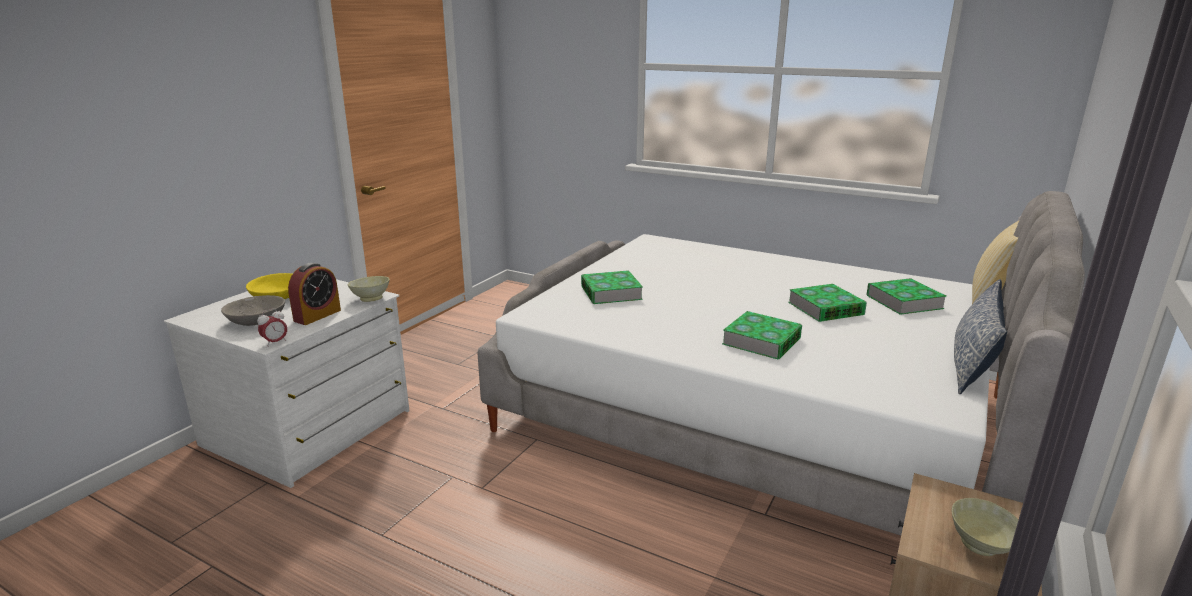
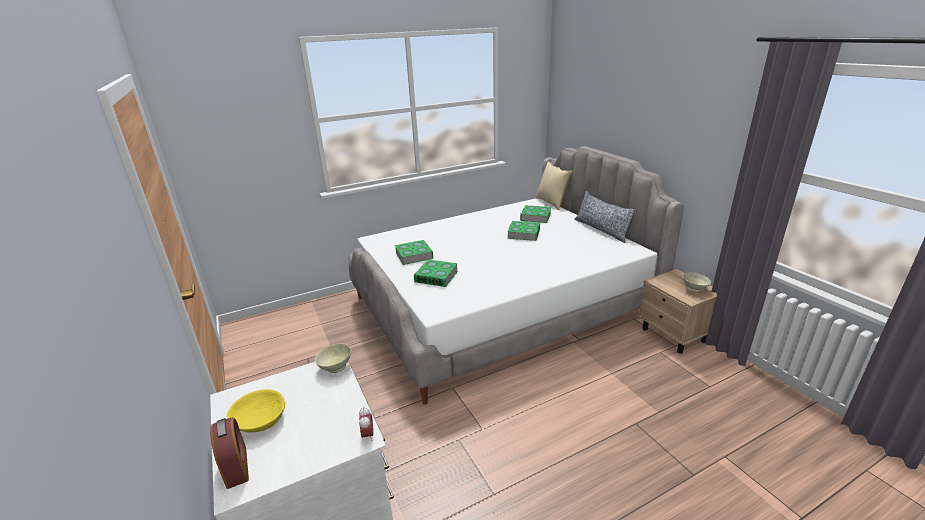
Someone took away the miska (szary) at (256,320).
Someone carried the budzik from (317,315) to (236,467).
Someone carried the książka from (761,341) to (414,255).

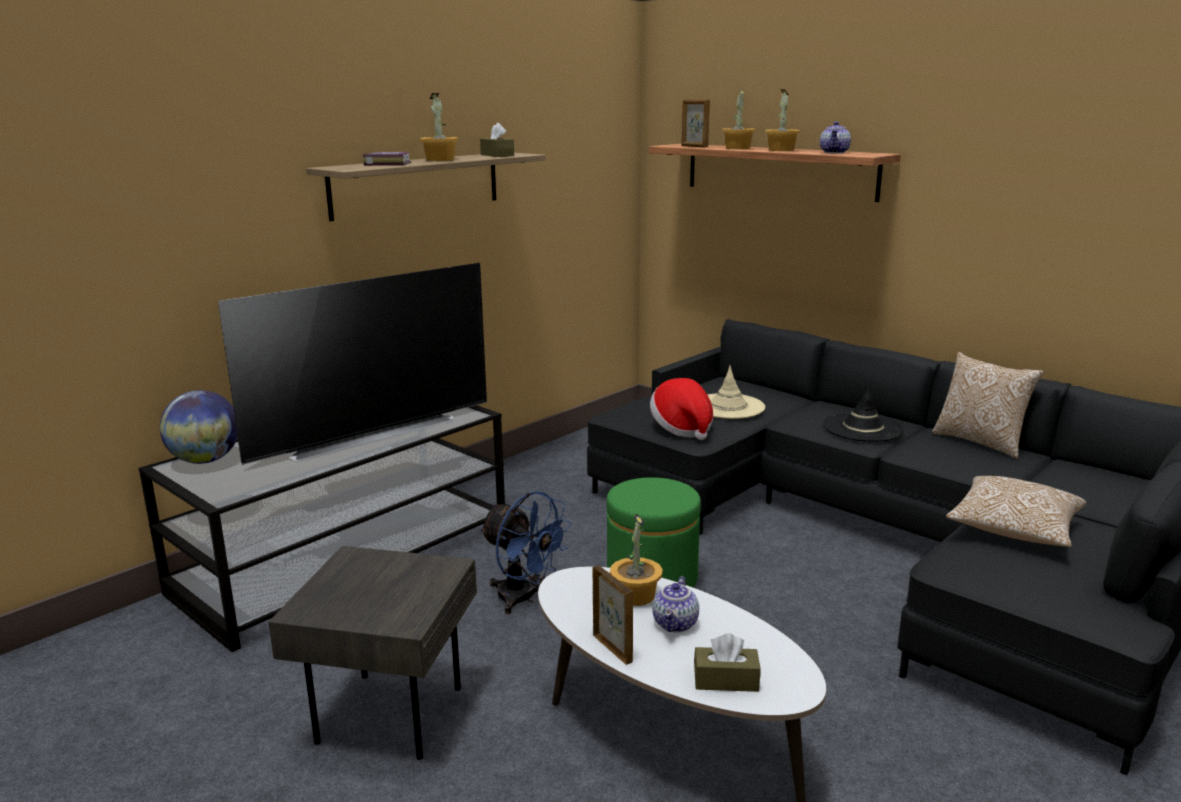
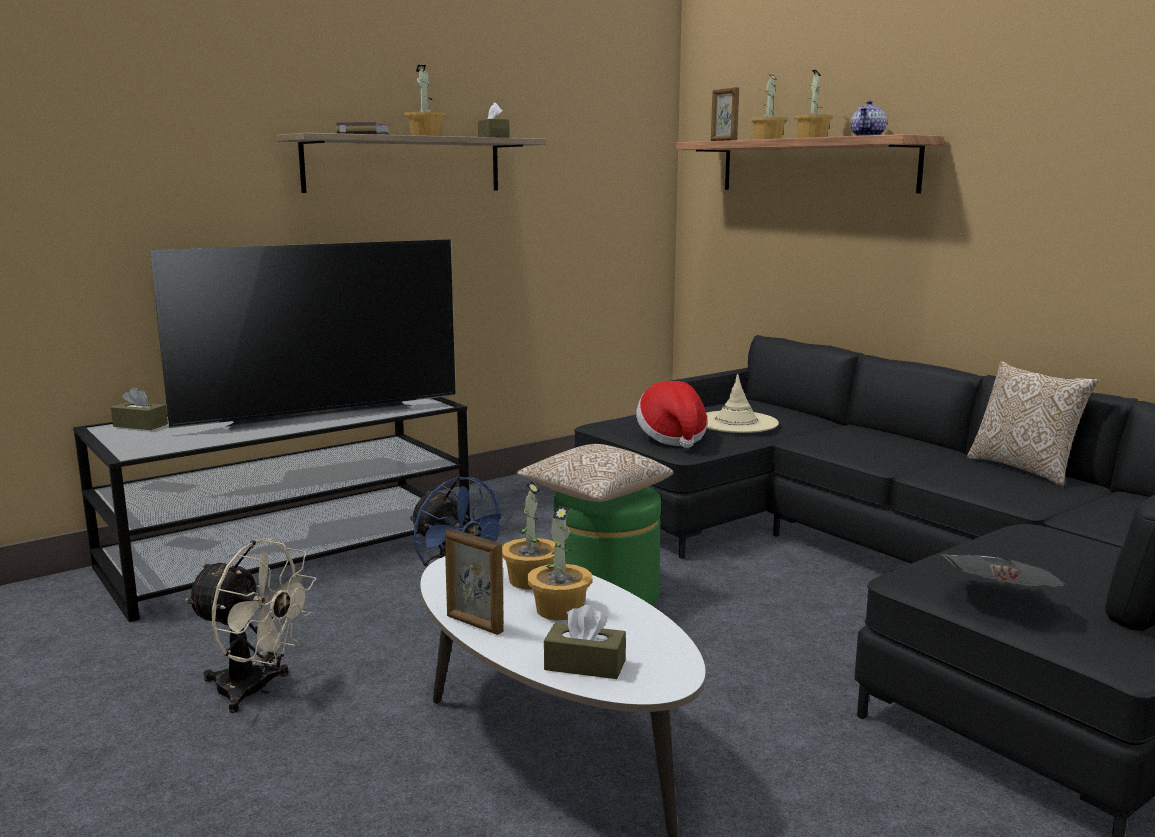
Someone took away the kapelusz (czarny) at (862,428).
Someone put down the gazeta at (1000,601).
Someone carried the poduszka from (1013,530) to (594,495).
Someone swapped the globus at (205,460) for the pudełko chusteczek (brązowy) at (140,425).
Someone swapped the stolik (szary) at (388,711) for the wentylator (beżowy) at (255,690).
Someone swapped the imbryk at (676,624) for the roślina doniczkowa at (560,609).
Someone rotated the ramka na zdjęcie at (613,648) by 150 degrees clockwise.

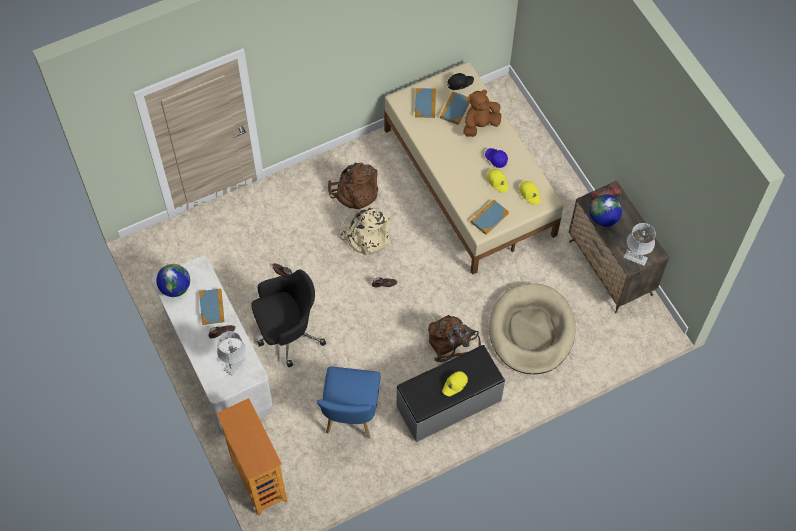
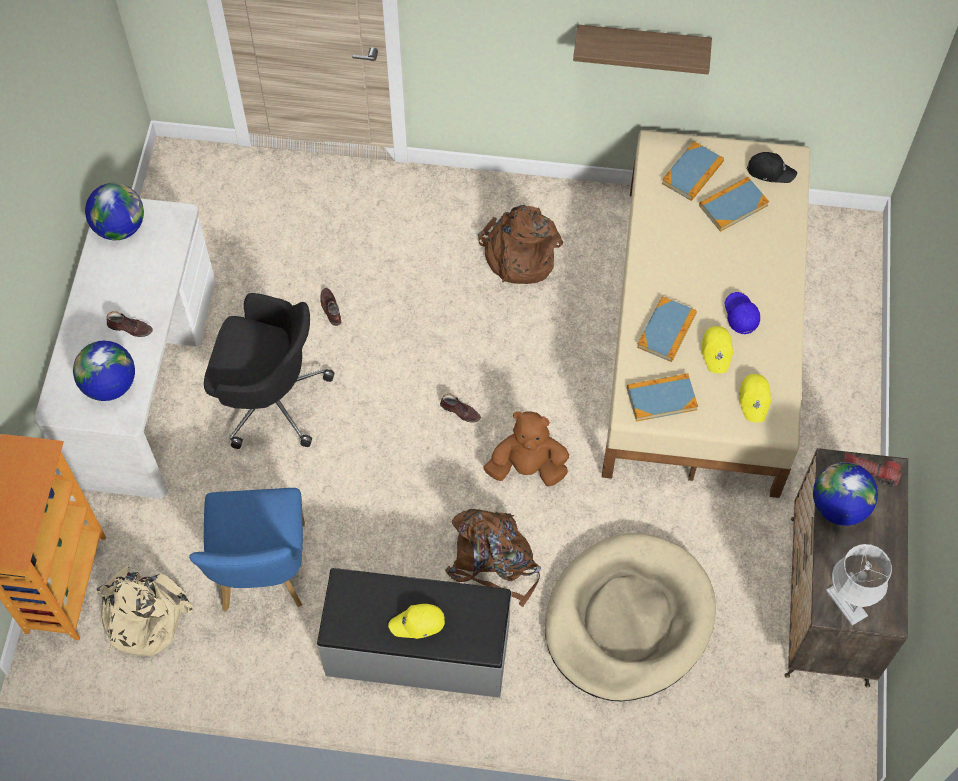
Someone put up the półka at (642,45).
Someone carried the książka from (212,307) to (666,331).
Someone carried the plecak (beżowy) from (366,237) to (142,616).
Someone carried the pluszak (brązowy) from (480,125) to (527,468).
Someone swapped the lampa stołowa (szary) at (234,364) for the globus at (110,385).
Someone rotated the krzesło (niebieski) at (350,416) by 45 degrees counterclockwise.

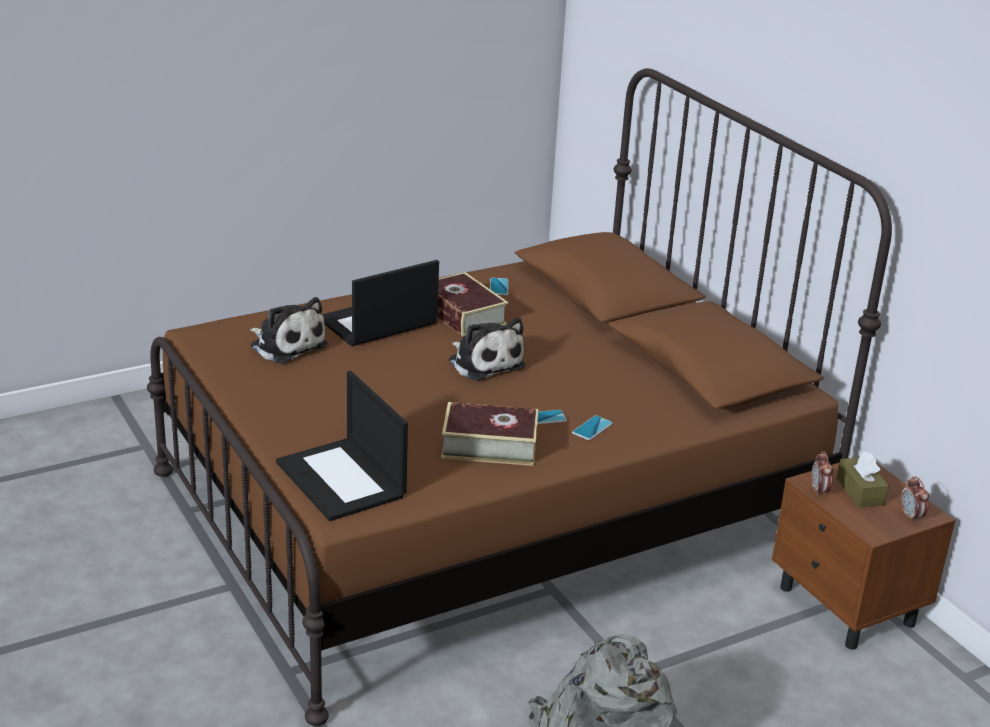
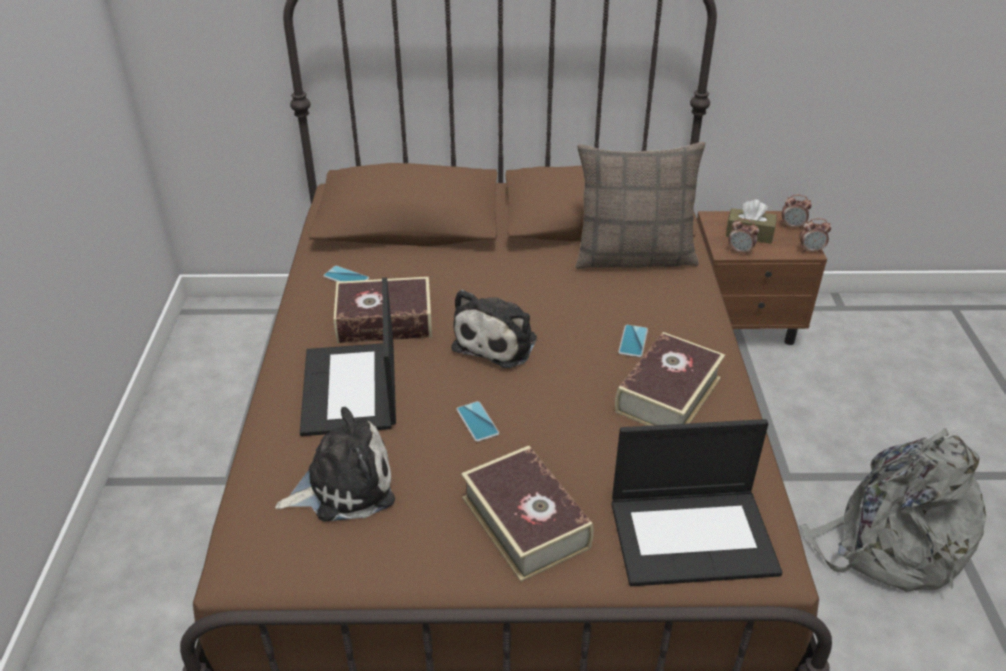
Someone put down the książka at (525,522).
Someone put down the poduszka at (634,256).
Someone put down the budzik at (811,250).
Someone carried the telefon from (592,428) to (477,422).
Someone rotated the pluszak at (484,362) by 120 degrees clockwise.

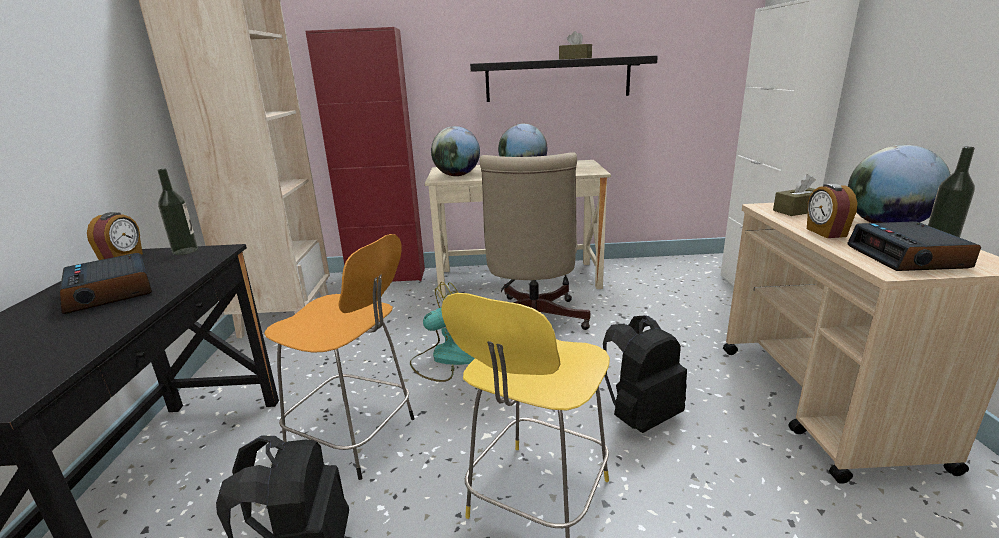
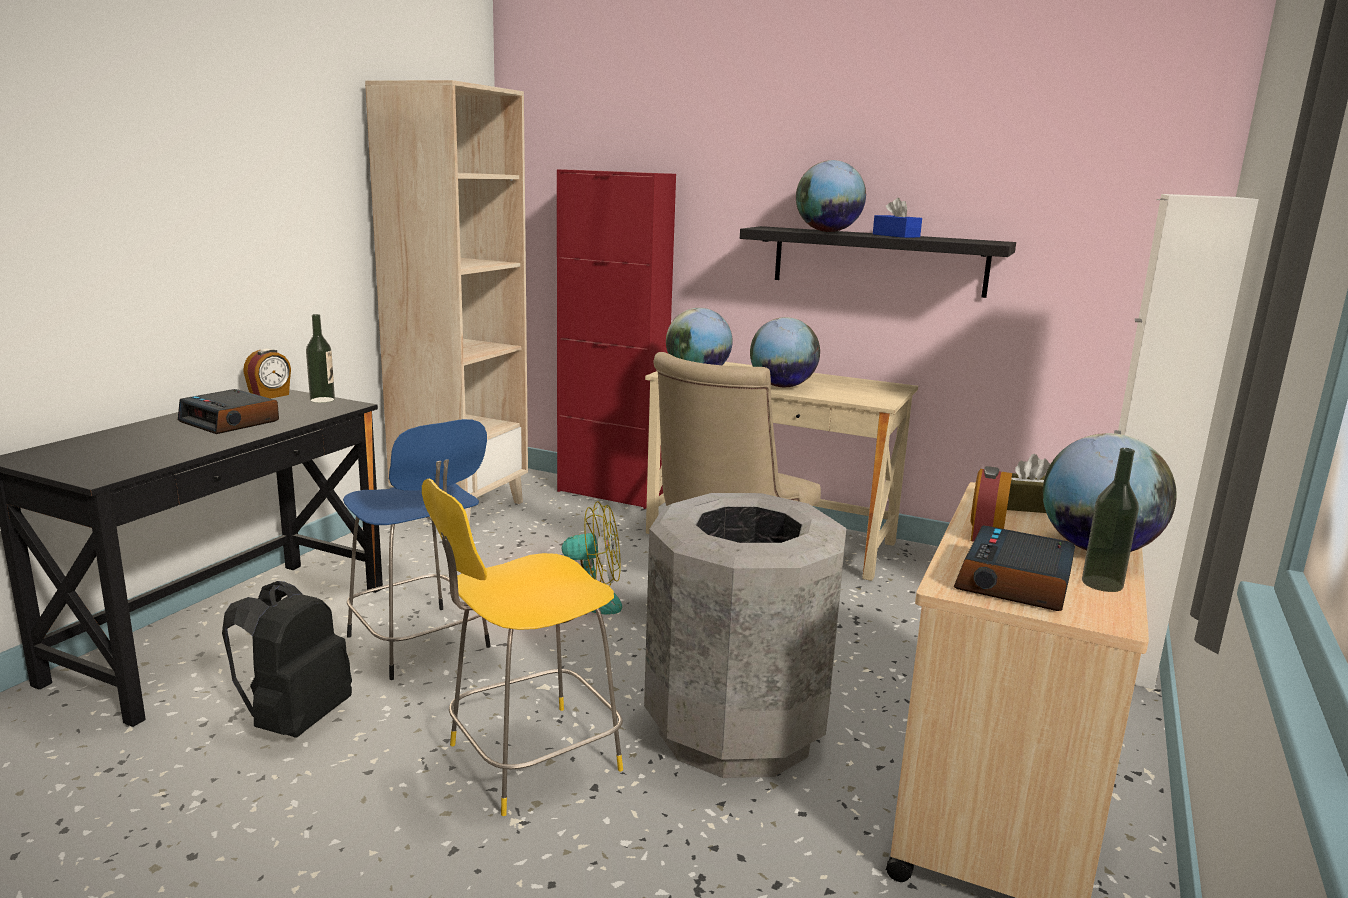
Someone put down the globus at (827,231).
Someone swapped the plecak (czarny) at (641,416) for the kosz na śmieci (szary) at (736,730).
Someone repainted the stołek (pomarańczowy) at (355,437), which became the stołek (niebieski) at (420,644).
Someone repainted the pudełko chusteczek (brązowy) at (575,58), which became the pudełko chusteczek (niebieski) at (896,235).
Someone rotated the budzik at (110,292) by 45 degrees counterclockwise.

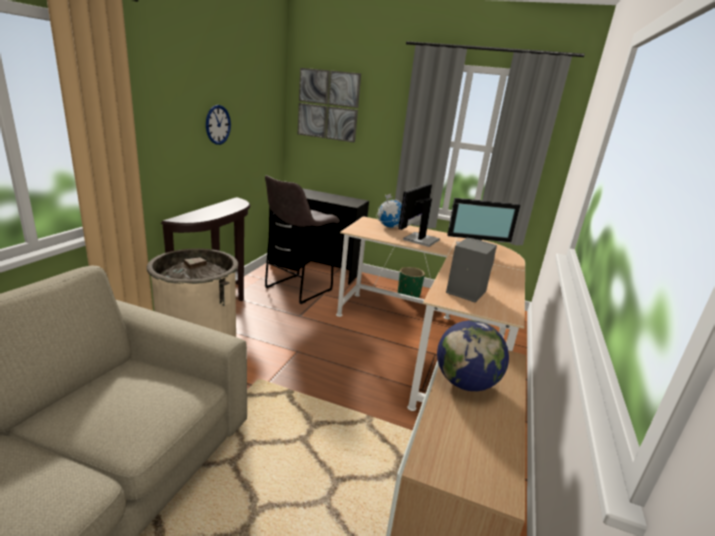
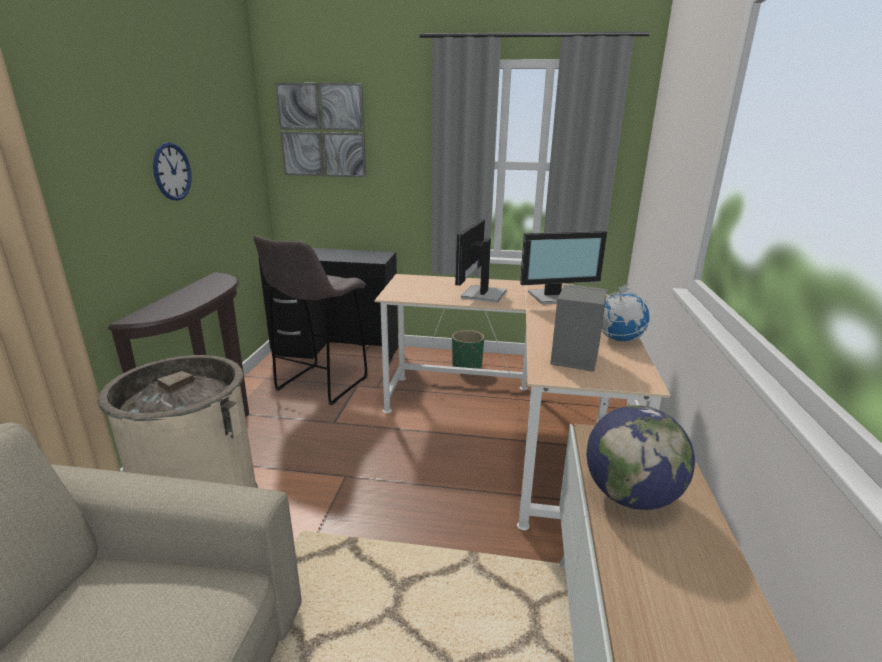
Someone carried the globus from (389,227) to (618,339).

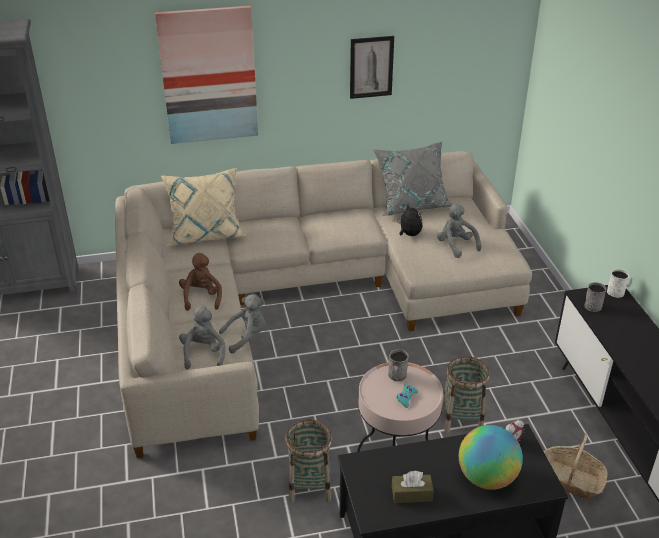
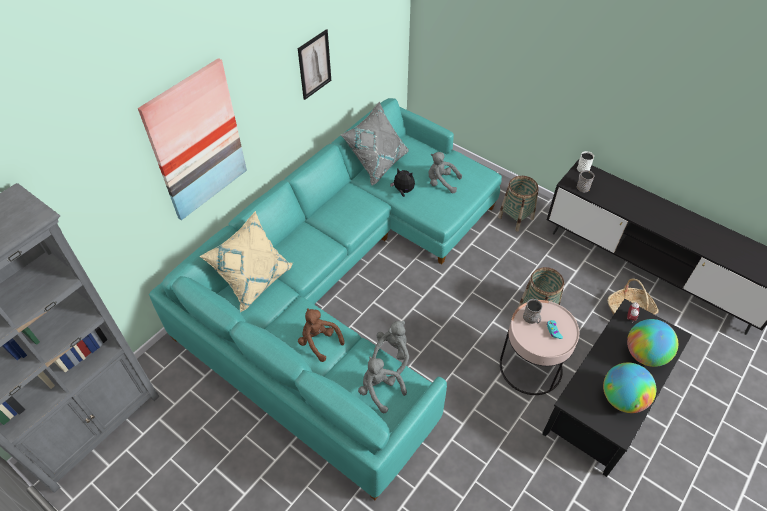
Someone carried the koszyk from (309,486) to (515,218).
Someone swapped the pudełko chusteczek (brązowy) at (411,494) for the globus at (622,399).
Someone repainted the kanapa (beżowy) at (299,300), which became the kanapa (turkusowy) at (344,286).

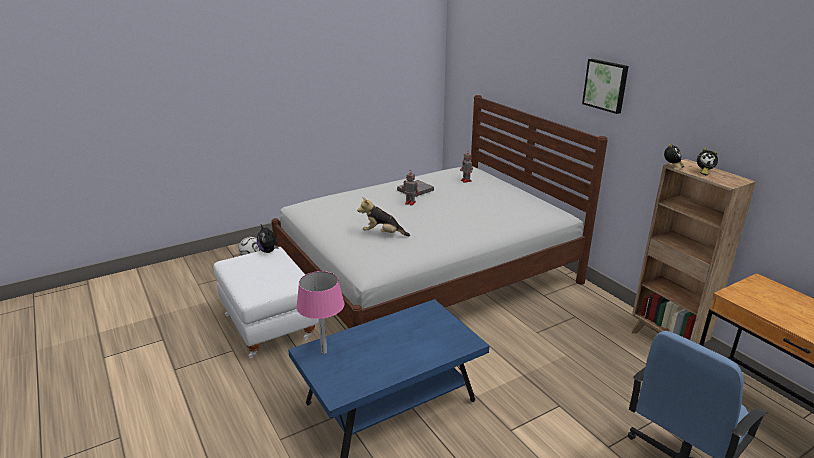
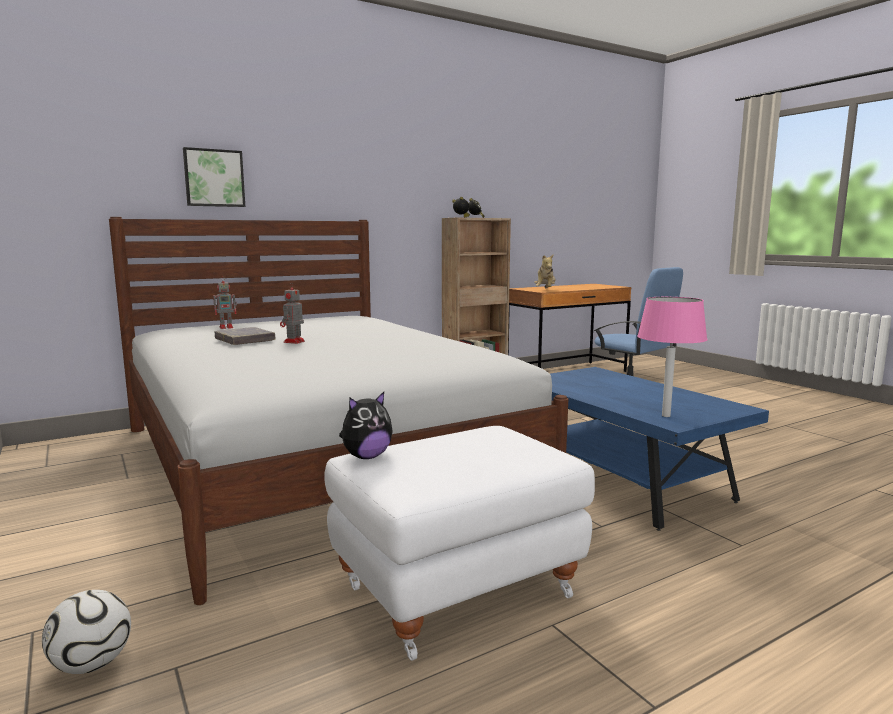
Someone carried the pluszak from (383,234) to (545,290).
Someone carried the obraz from (606,85) to (214,178).

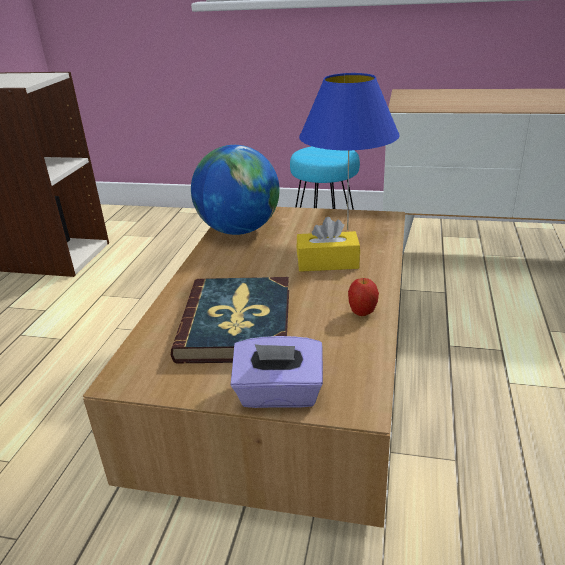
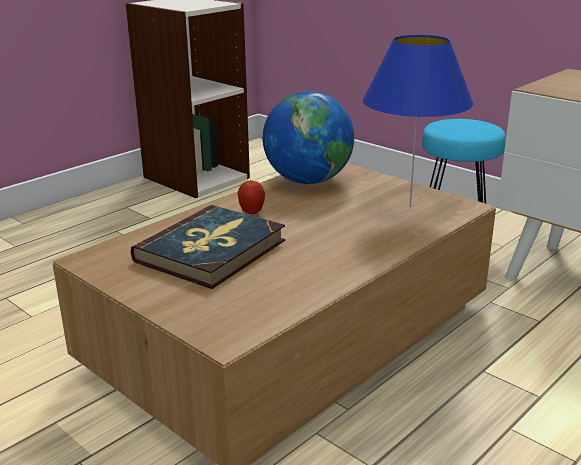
Someone took away the pudełko chusteczek (fioletowy) at (279,394).
Someone took away the pudełko chusteczek (żółty) at (327,262).
Someone carried the jabłko from (362,313) to (252,213).

